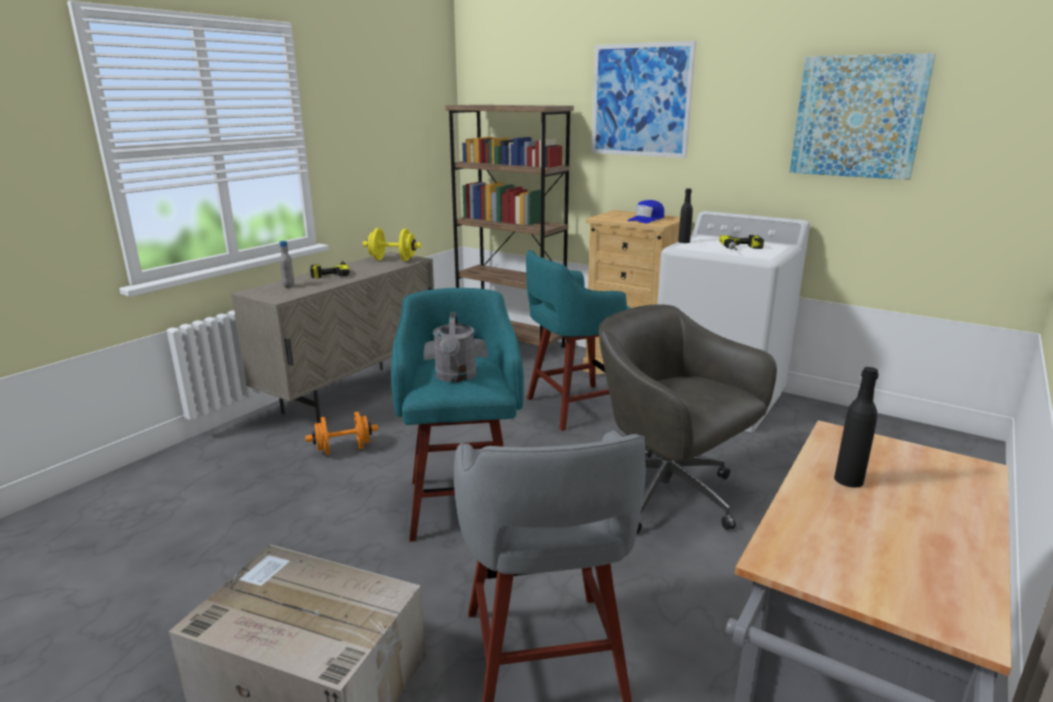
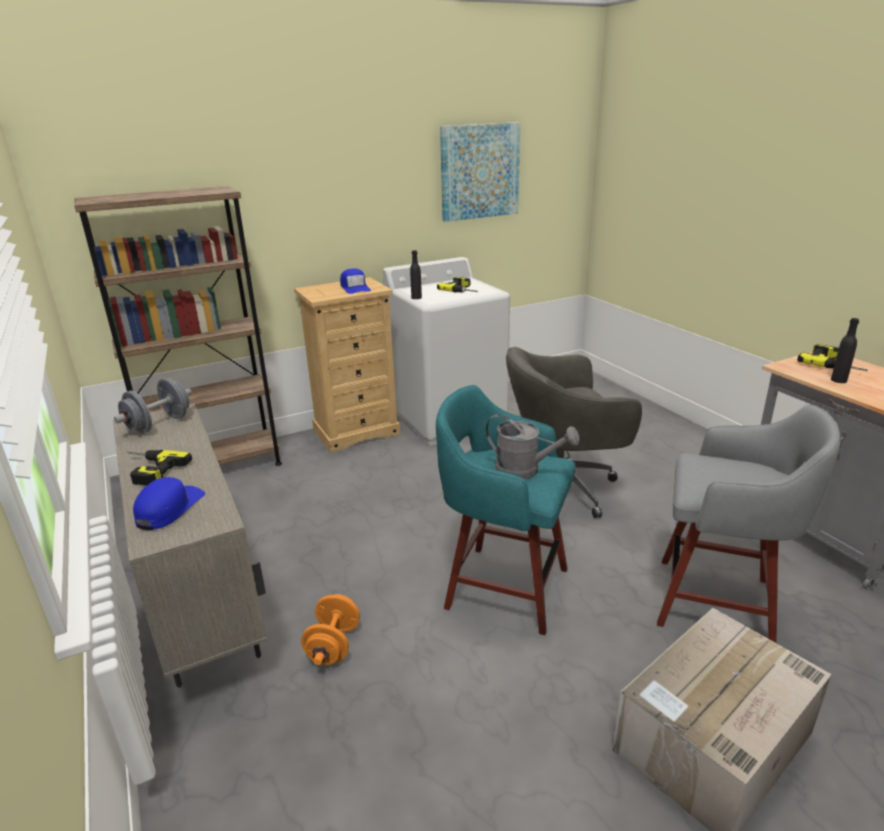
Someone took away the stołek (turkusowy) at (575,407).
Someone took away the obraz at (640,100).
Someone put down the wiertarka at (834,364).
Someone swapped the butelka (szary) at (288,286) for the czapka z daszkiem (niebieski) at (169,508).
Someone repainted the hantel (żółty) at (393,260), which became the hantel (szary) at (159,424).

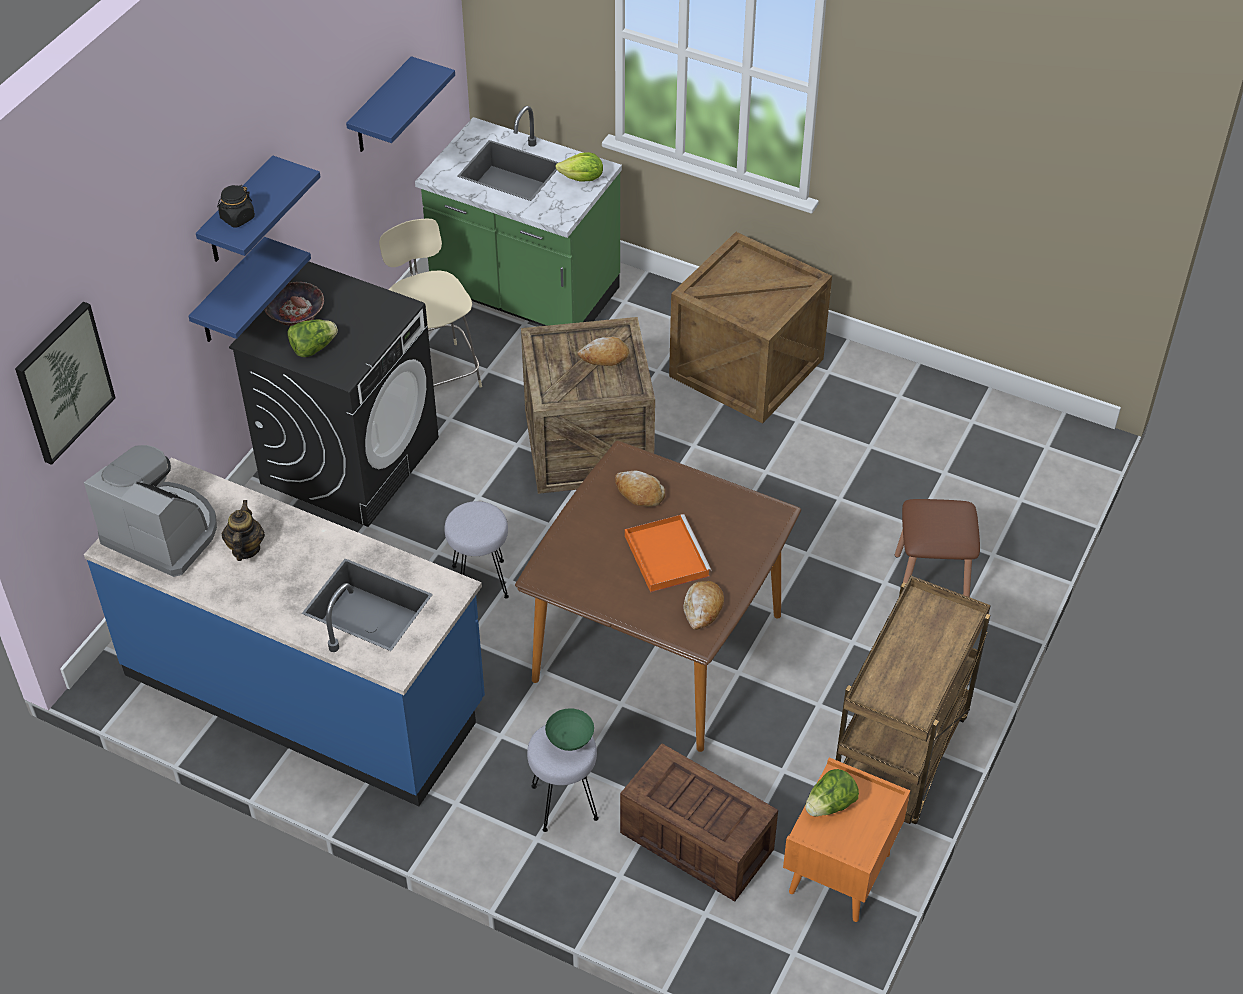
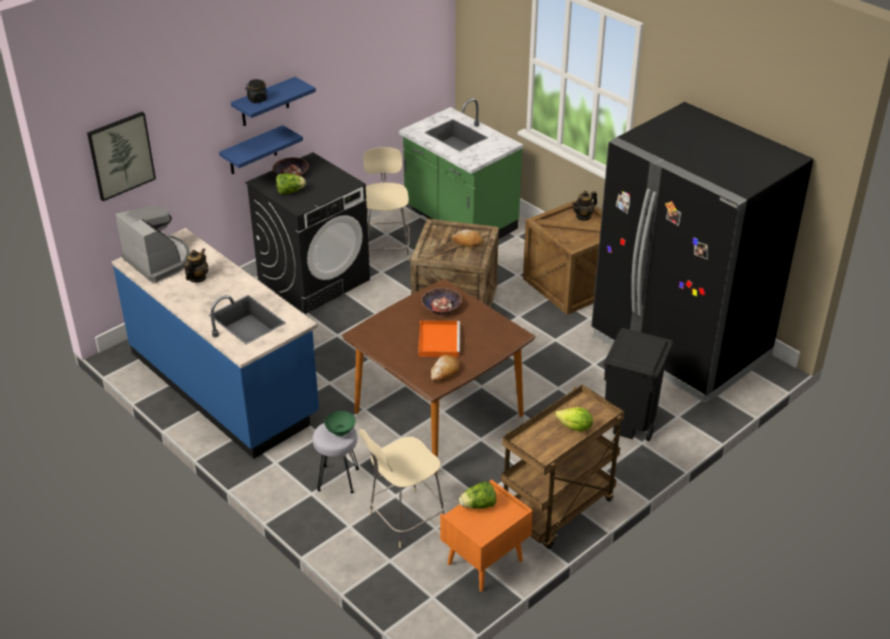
Someone took away the półka (niebieski) at (381,108).
Someone took away the stołek (szary) at (480,581).
Someone put down the imbryk at (583,216).
Someone put down the lodówka (czarny) at (679,347).
Someone carried the sałata from (582,179) to (575,428).
Someone swapped the chleb at (639,493) for the miska at (441,306).
Someone swapped the skrzynka at (694,840) for the krzesło (beżowy) at (405,520).
Someone swapped the stołek (brązowy) at (931,581) for the kosz na śmieci (czarny) at (629,421).

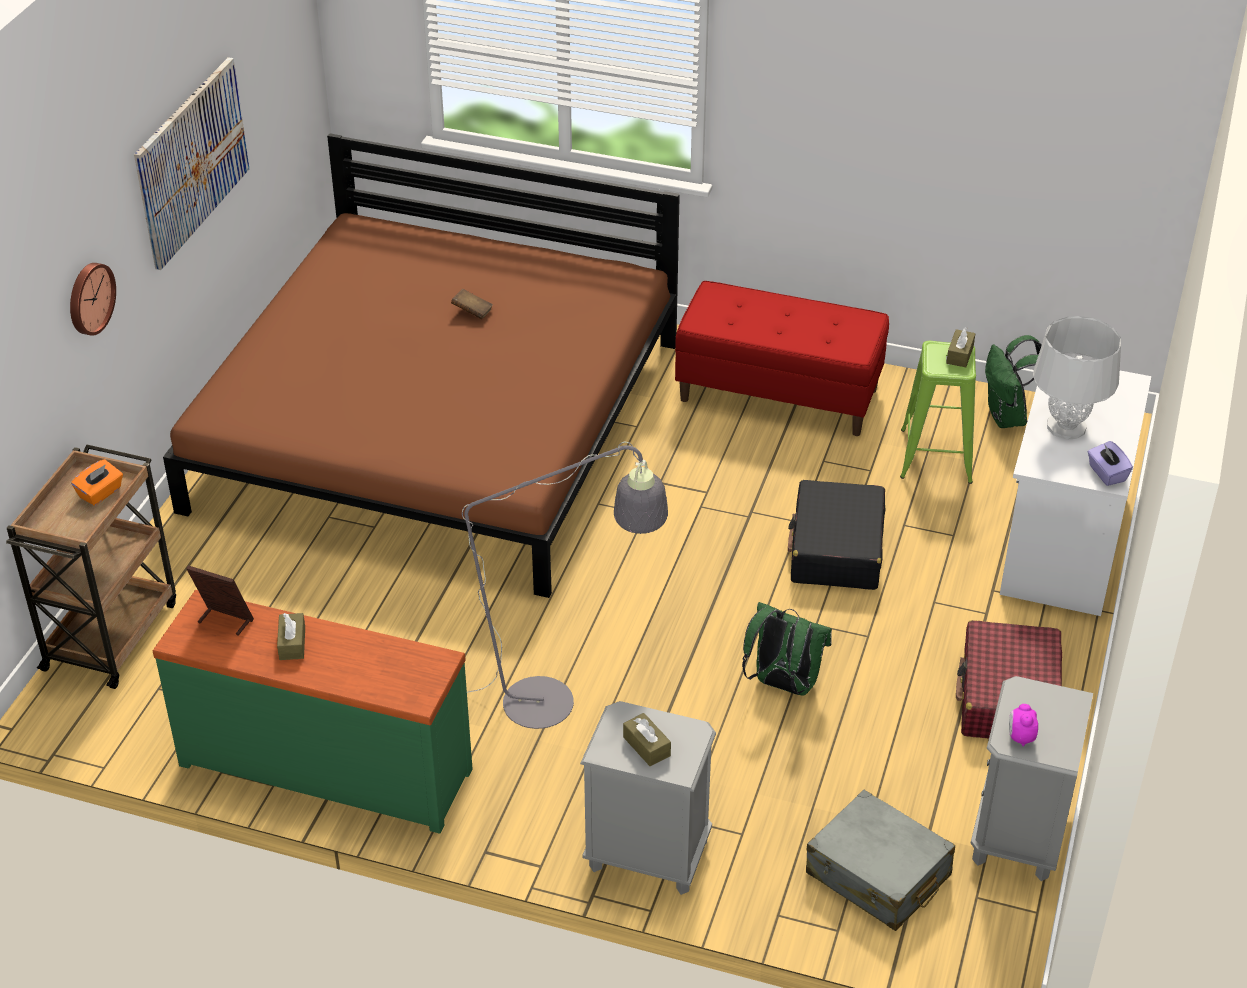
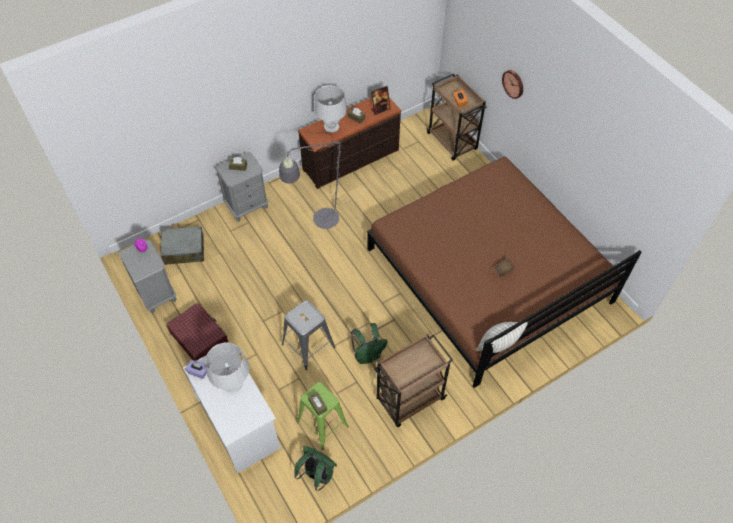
Someone took away the obraz at (192,161).
Someone put down the lampa stołowa (szary) at (331,127).
Someone put down the poduszka at (498,345).
Someone carried the plecak (zielony) from (782,684) to (368,355).
Someone swapped the ławka (czerwony) at (779,394) for the wózek (brązowy) at (409,400).
Someone swapped the walizka (czarny) at (836,549) for the stołek (szary) at (308,345).
Someone repainted the komoda (zielony) at (327,764), which became the komoda (brązowy) at (351,160).

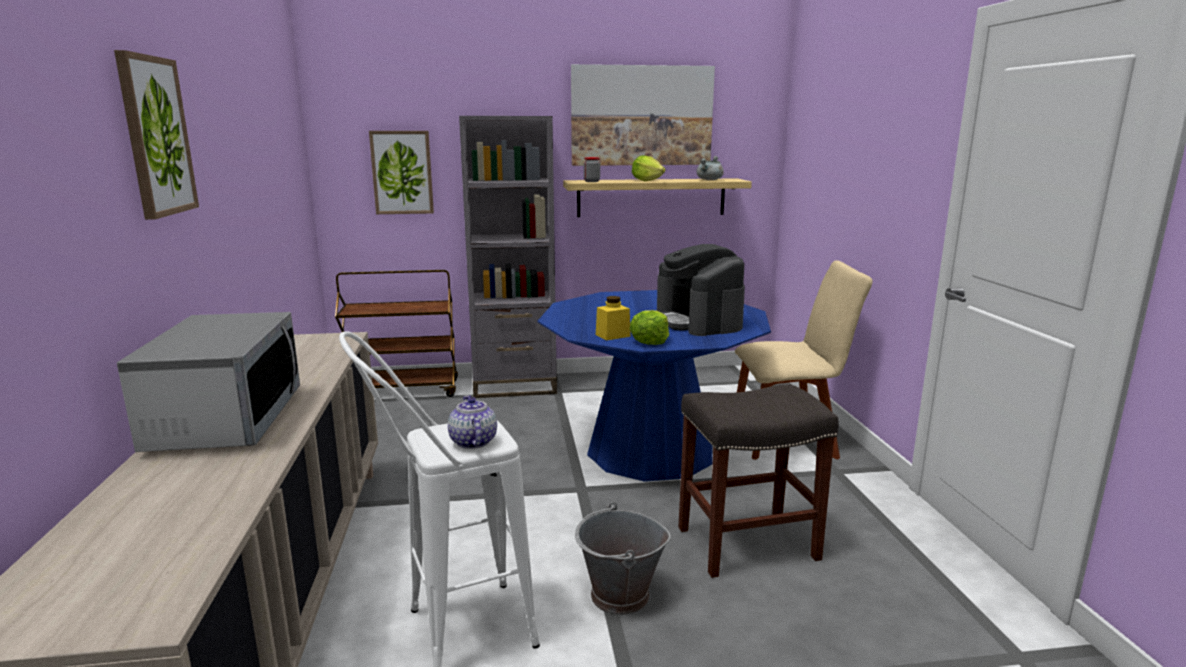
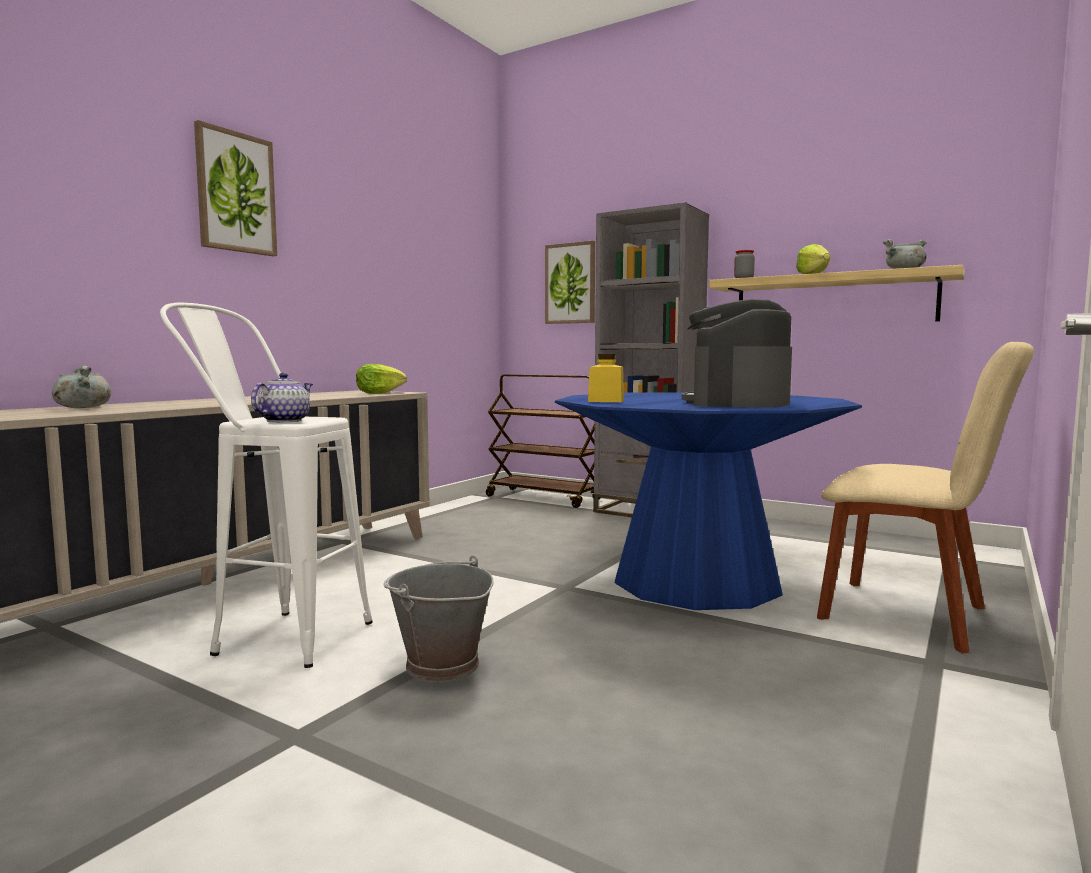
Someone took away the mikrofalówka at (226,420).
Someone took away the obraz at (641,116).
Someone took away the stołek (szary) at (746,544).
Someone put down the garnek (szary) at (82,408).
Someone carried the sałata from (650,341) to (379,393).

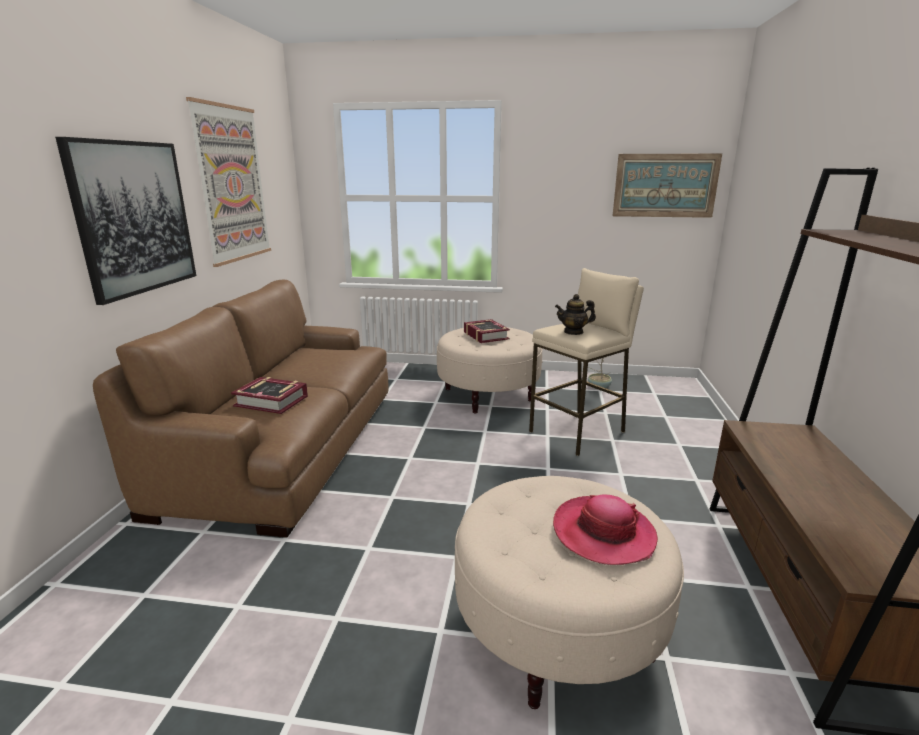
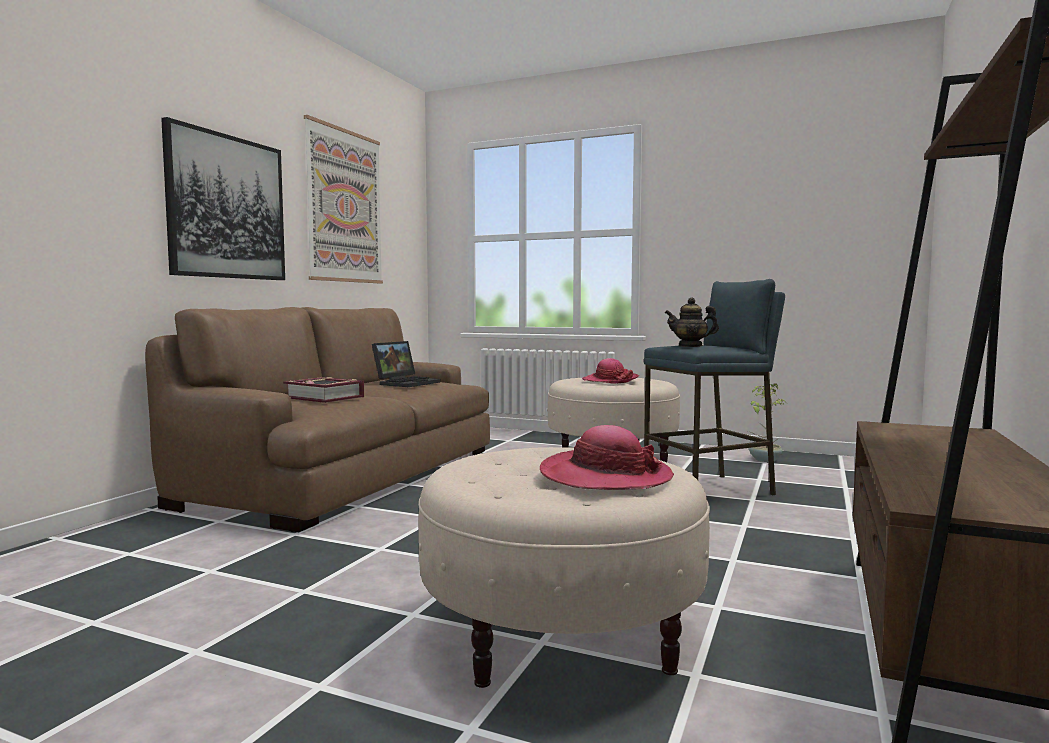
Someone took away the obraz at (665,185).
Someone put down the laptop at (406,383).
Someone swapped the książka at (485,336) for the kapelusz at (609,380).
Someone repainted the stołek (beżowy) at (578,432), which became the stołek (niebieski) at (709,490).

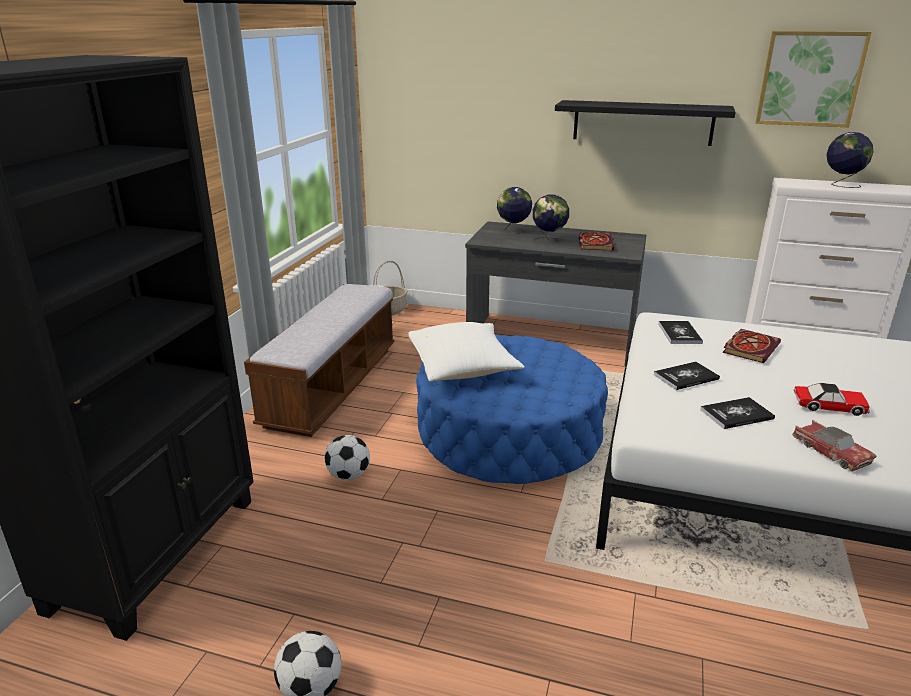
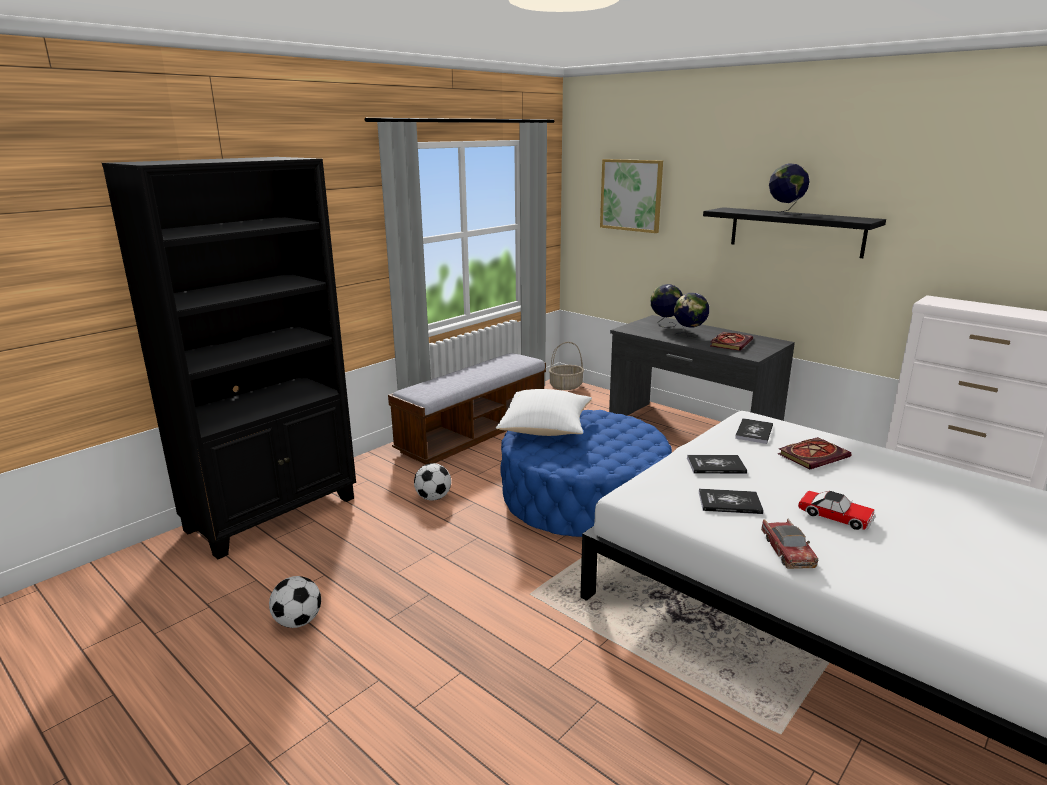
Someone carried the obraz from (810,79) to (631,195).
Someone carried the globus from (841,185) to (784,213).

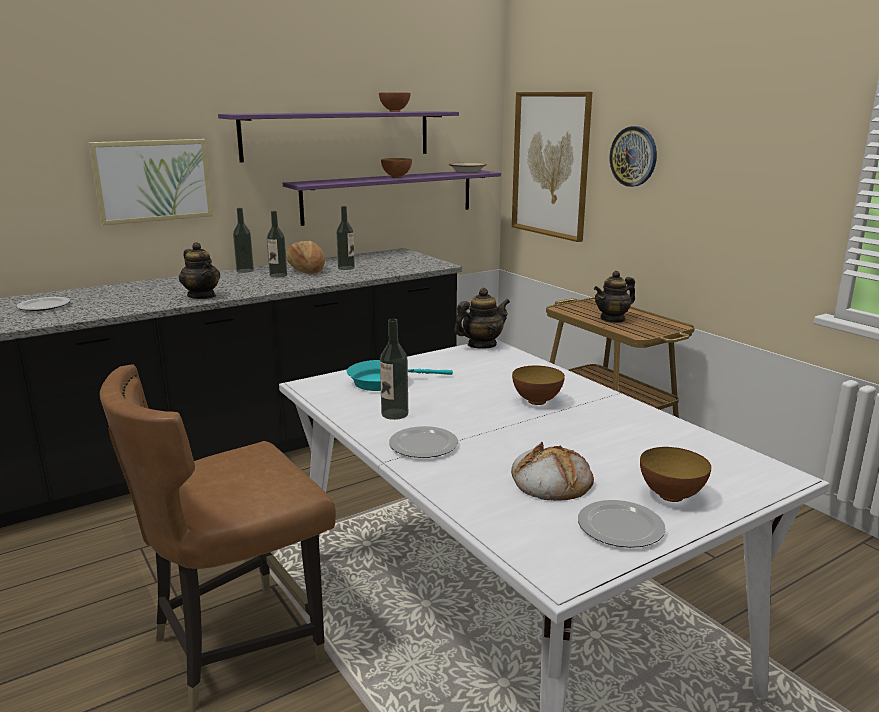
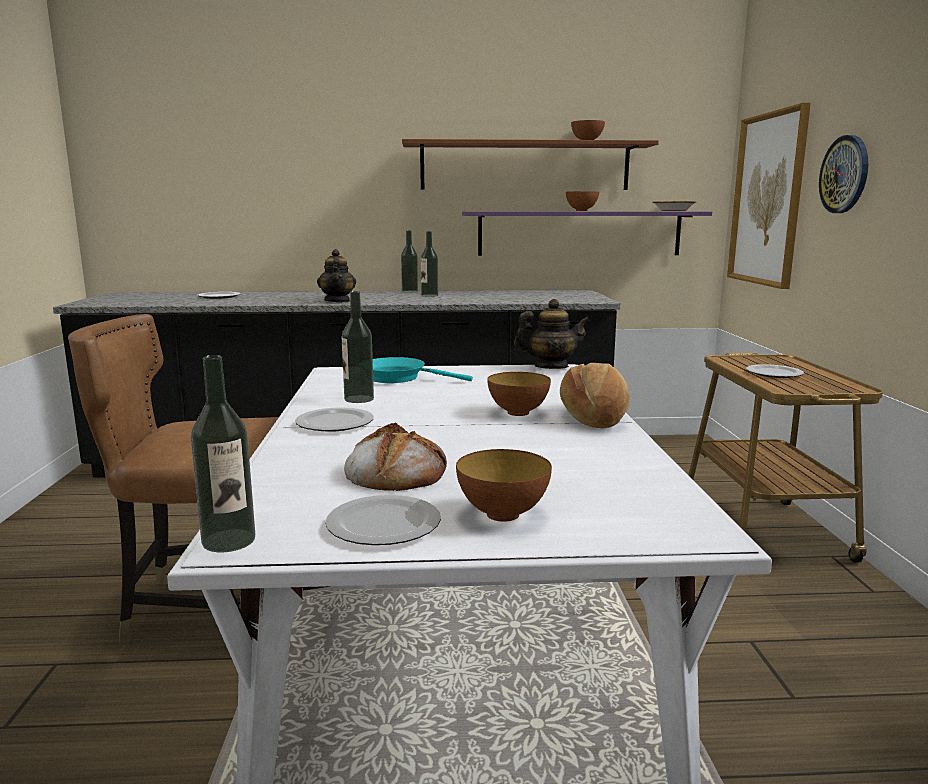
Someone took away the obraz at (153,180).
Someone carried the chleb from (307,269) to (595,417).
Someone carried the butelka from (346,268) to (229,540).
Someone swapped the imbryk at (613,319) for the talerz at (775,374).
Someone repainted the półka (fioletowy) at (338,135), which became the półka (brązowy) at (525,166).

